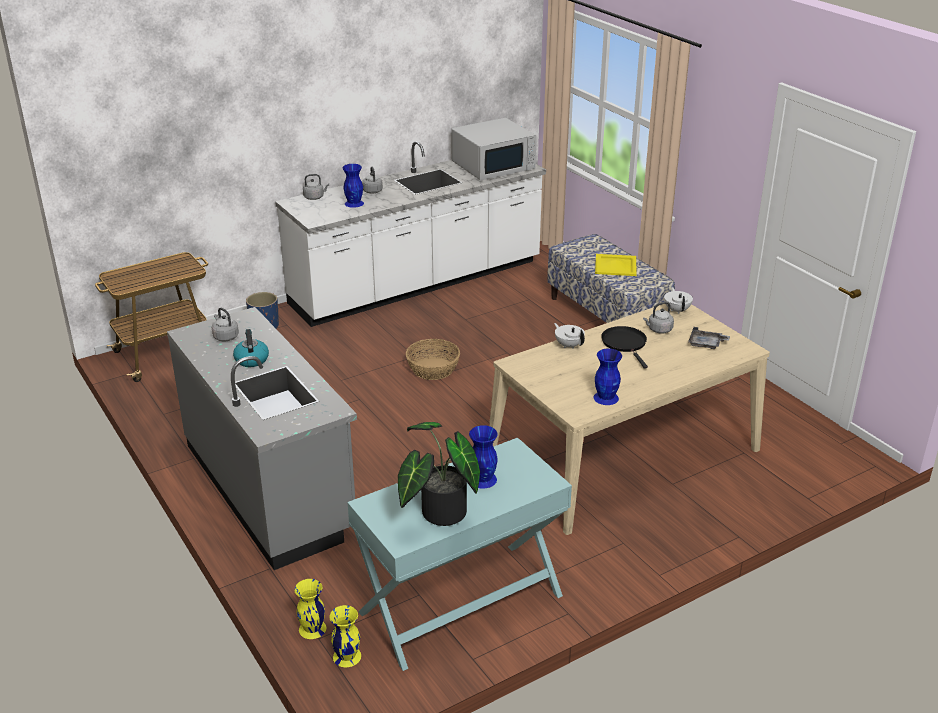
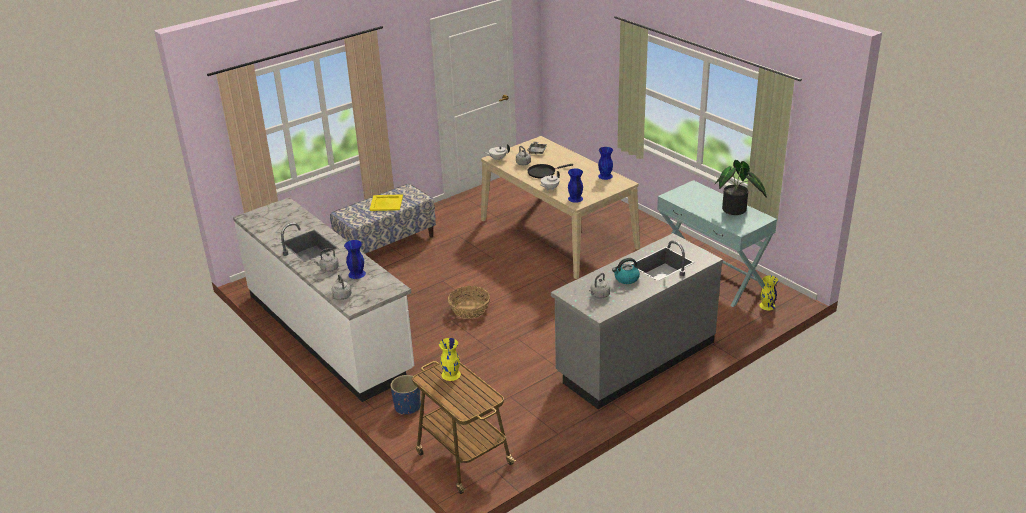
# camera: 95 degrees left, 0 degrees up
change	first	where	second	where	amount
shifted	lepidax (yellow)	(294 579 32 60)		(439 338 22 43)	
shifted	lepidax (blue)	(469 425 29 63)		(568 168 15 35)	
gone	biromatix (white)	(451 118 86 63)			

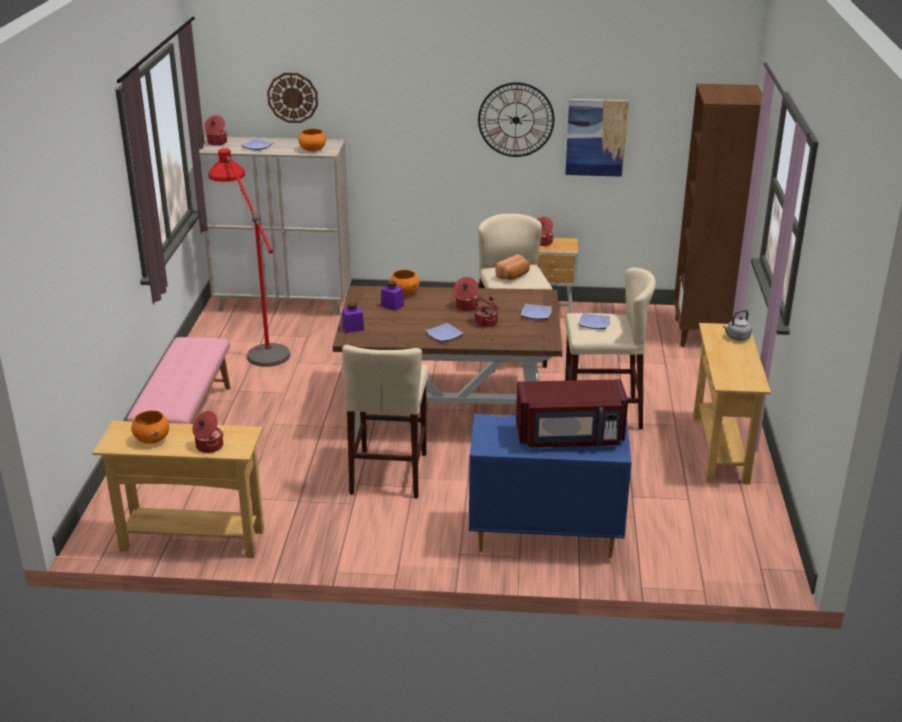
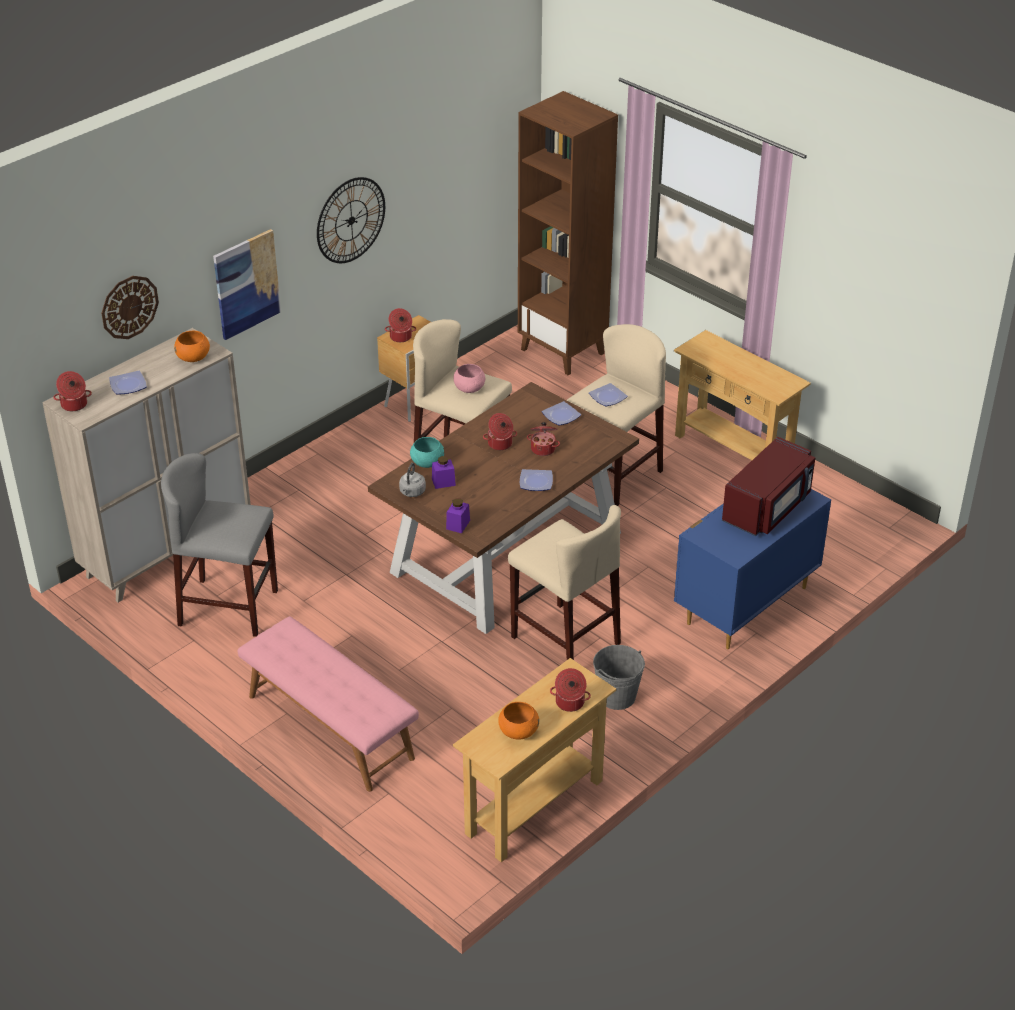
# camera: 50 degrees left, 10 degrees up
change	first	where	second	where	amount
swapped	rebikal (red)	(208 148 82 219)	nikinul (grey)	(161 453 117 184)	
shifted	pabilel	(565 99 64 78)		(213 229 68 111)	
shifted	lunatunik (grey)	(723 310 29 31)		(399 463 27 34)	
repainted	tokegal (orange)	(390 270 29 25)	tokegal (turquoise)	(410 437 34 31)	
swapped	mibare	(496 254 34 26)	tokegal (pink)	(453 364 32 29)	
new			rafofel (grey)	(593 645 52 65)	

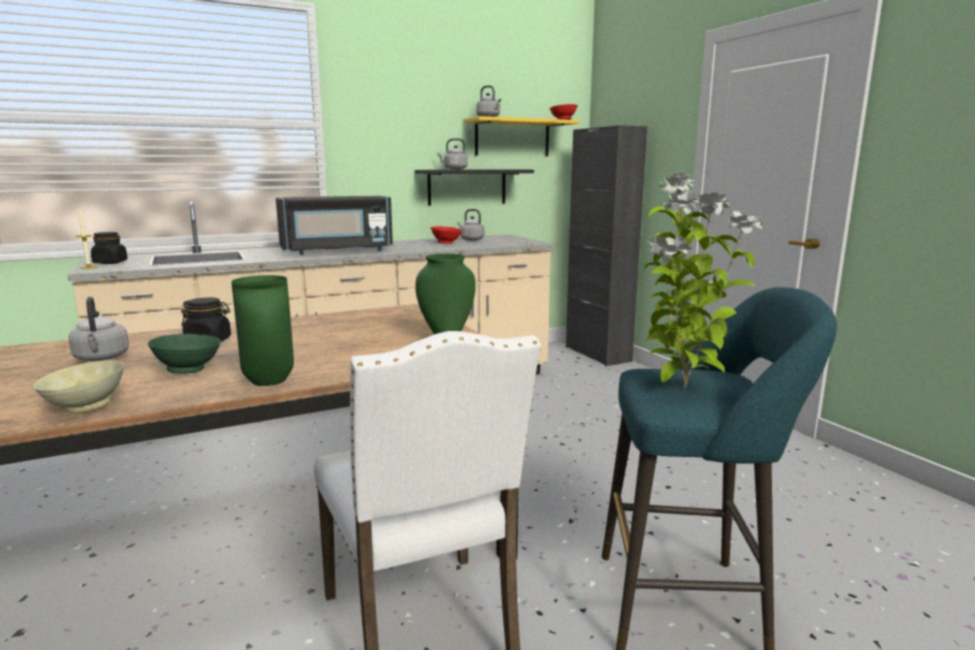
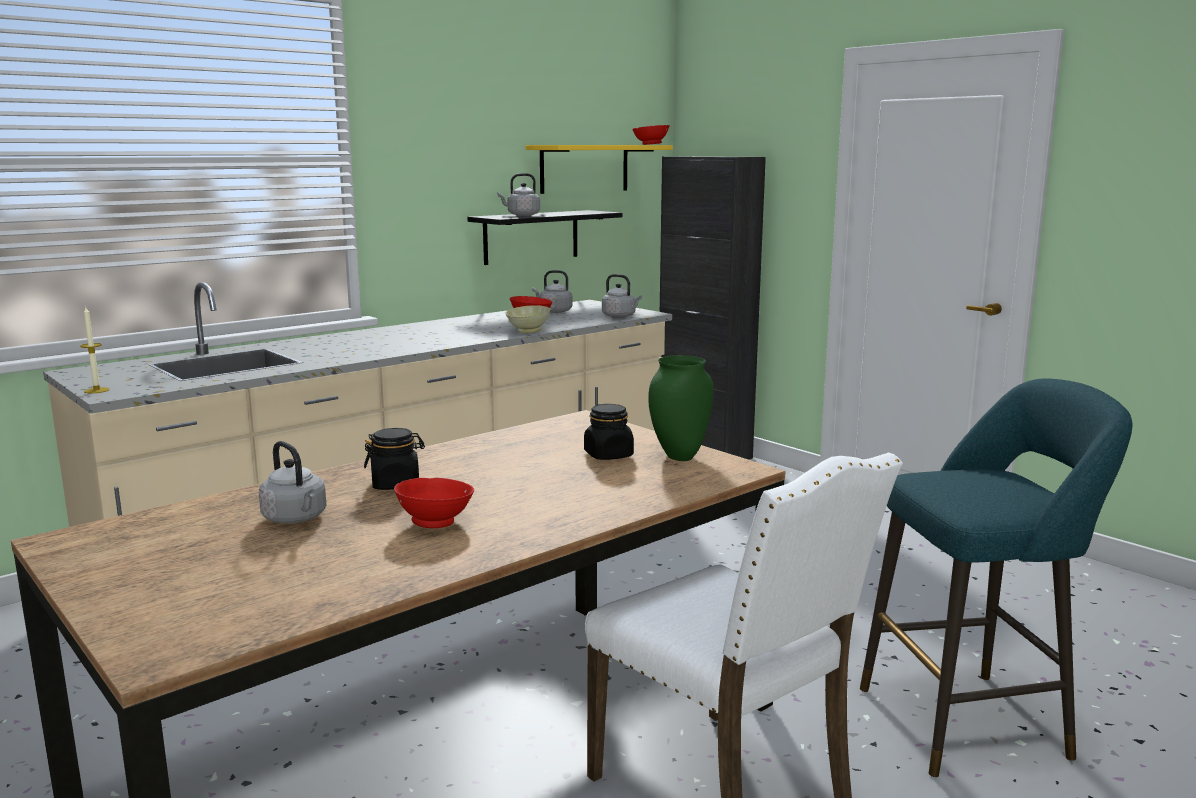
# camera: 15 degrees left, 0 degrees up
change	first	where	second	where	amount
repainted	tokegal (green)	(148 334 73 40)	tokegal (red)	(394 478 80 50)	
shifted	tokegal (beige)	(33 360 92 54)		(505 305 46 28)	
shifted	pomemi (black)	(91 232 37 32)		(584 404 50 56)	
shifted	lunatunik (grey)	(476 85 26 32)		(602 274 40 44)	
gone	lepidax (green)	(231 275 63 111)			
gone	biromatix (black)	(276 196 117 59)			
gone	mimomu	(644 173 119 215)			

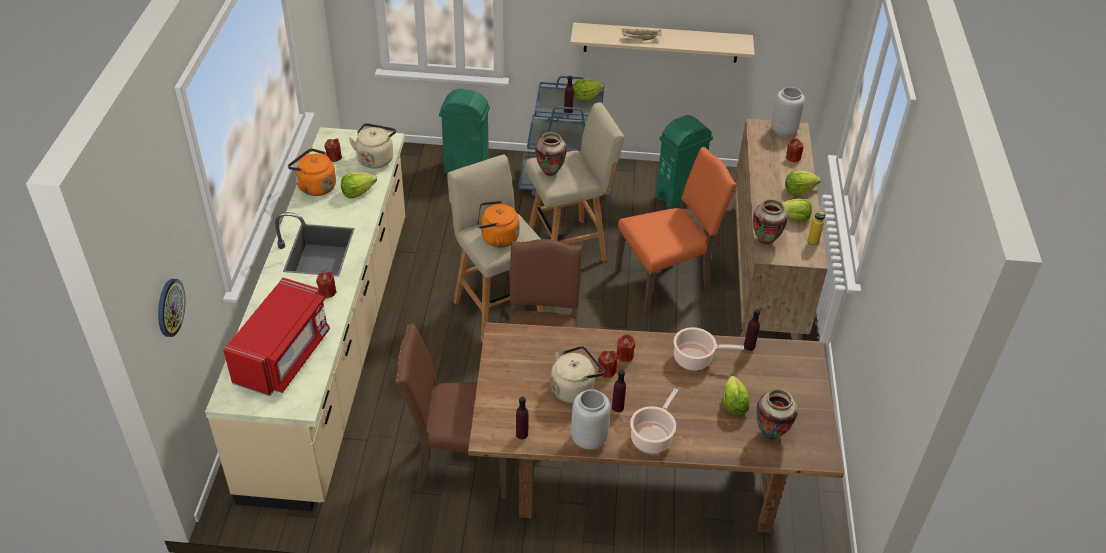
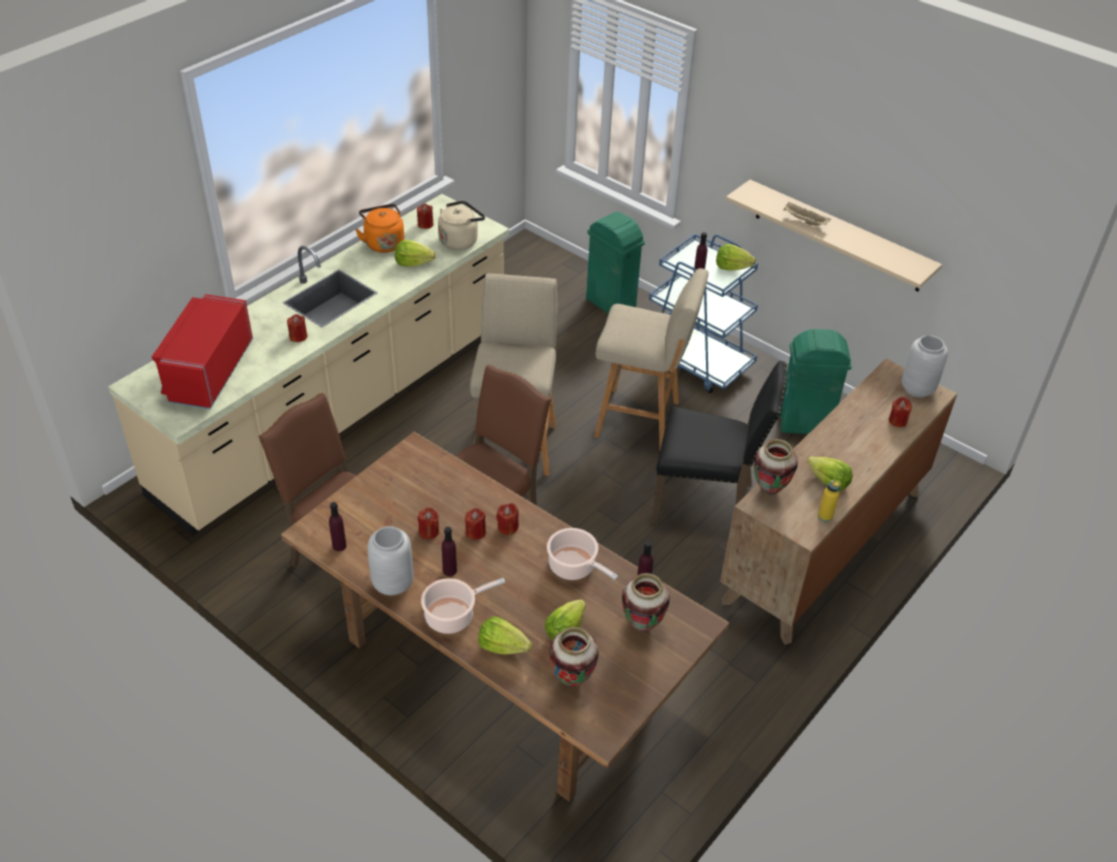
# camera: 35 degrees right, 0 degrees up
change	first	where	second	where	amount
rotated	biromatix (red)	(223 278 107 118)		(152 294 101 115)	135 degrees clockwise
swapped	lunatunik (beige)	(551 346 53 58)	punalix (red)	(418 507 21 32)	
shifted	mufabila	(785 171 36 24)		(478 616 54 38)	
shifted	lepidax	(535 132 32 44)		(622 573 48 59)	
repainted	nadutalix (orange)	(615 147 122 168)	nadutalix (black)	(652 361 135 163)	
gone	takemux	(158 279 27 58)			
gone	lunatunik (orange)	(477 201 43 46)			

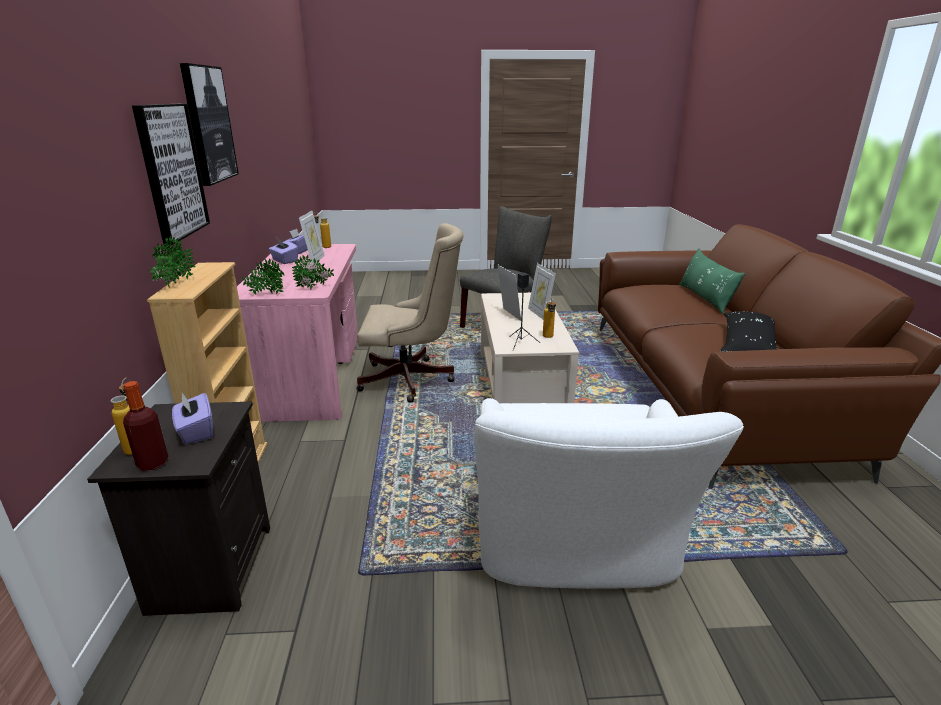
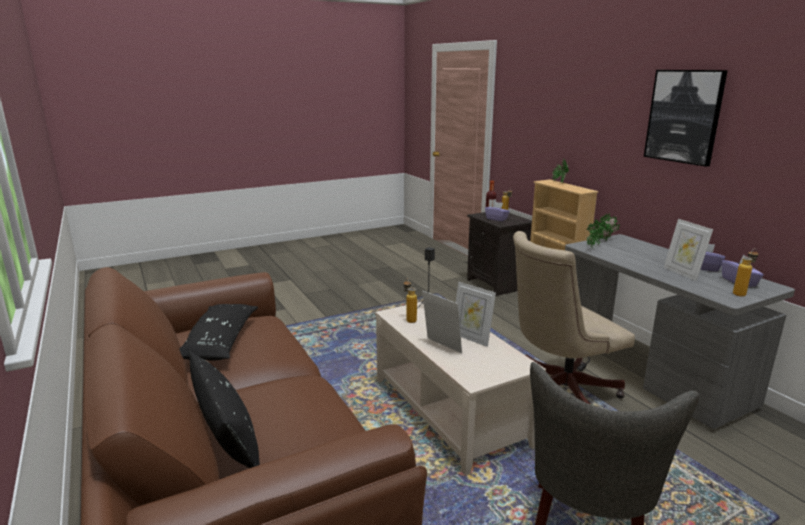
# camera: 155 degrees right, 5 degrees down
change	first	where	second	where	amount
repainted	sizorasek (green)	(679 248 66 66)	sizorasek (black)	(189 350 71 118)	
repainted	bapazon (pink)	(237 244 121 178)	bapazon (grey)	(565 234 230 195)	
gone	pabilel	(132 104 78 141)			
gone	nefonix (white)	(474 398 270 191)			

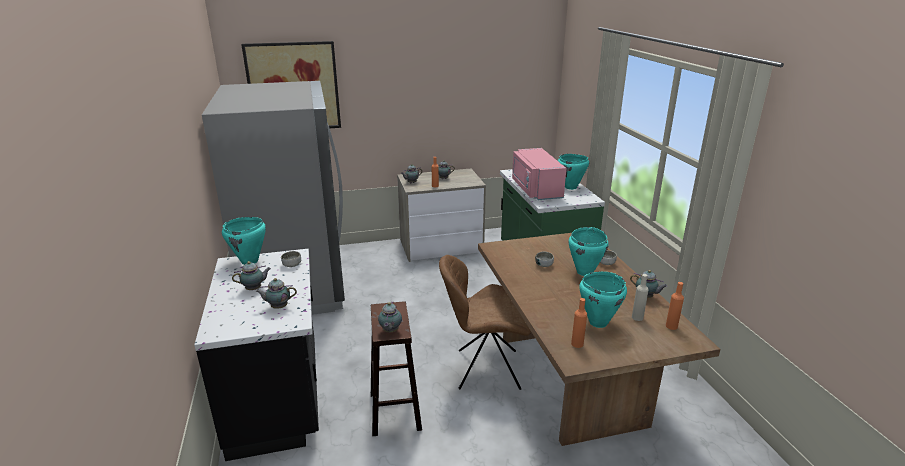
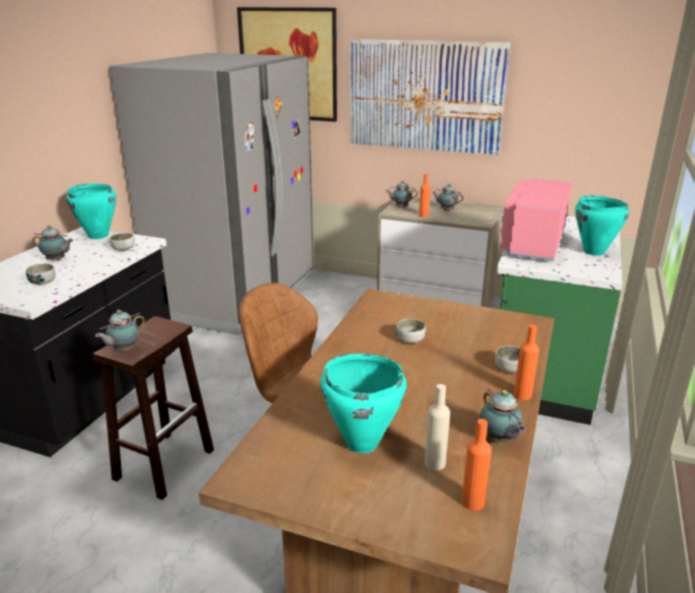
# camera: 35 degrees right, 0 degrees up
change	first	where	second	where	amount
swapped	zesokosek	(255 278 42 31)	tokegal	(26 264 30 21)	
new			pabilel	(350 39 160 116)	
shifted	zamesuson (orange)	(571 298 16 50)		(514 325 25 75)	
gone	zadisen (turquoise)	(569 227 40 49)			

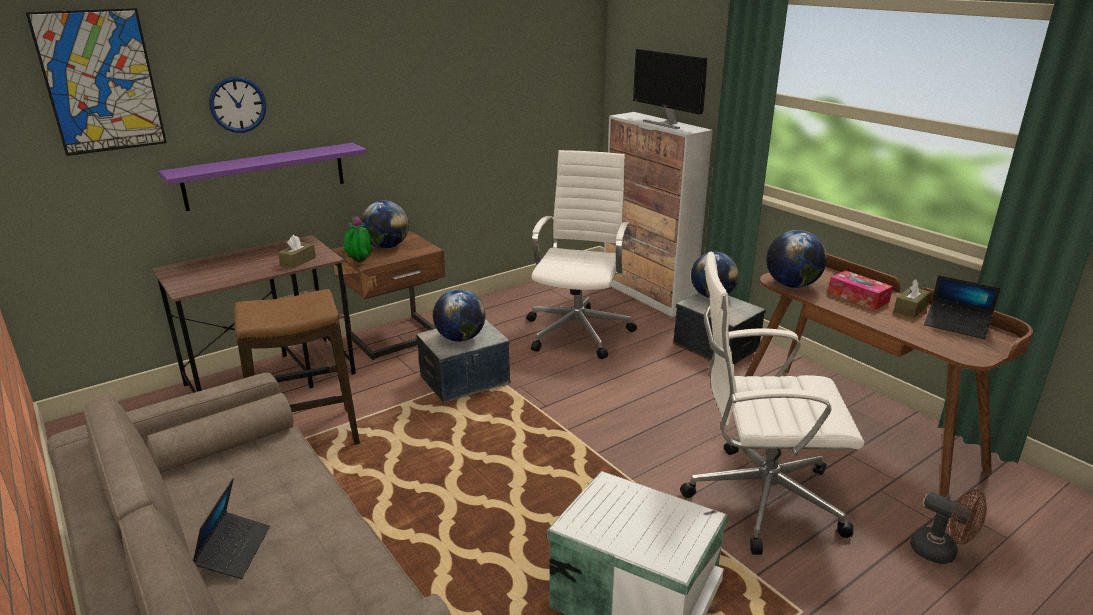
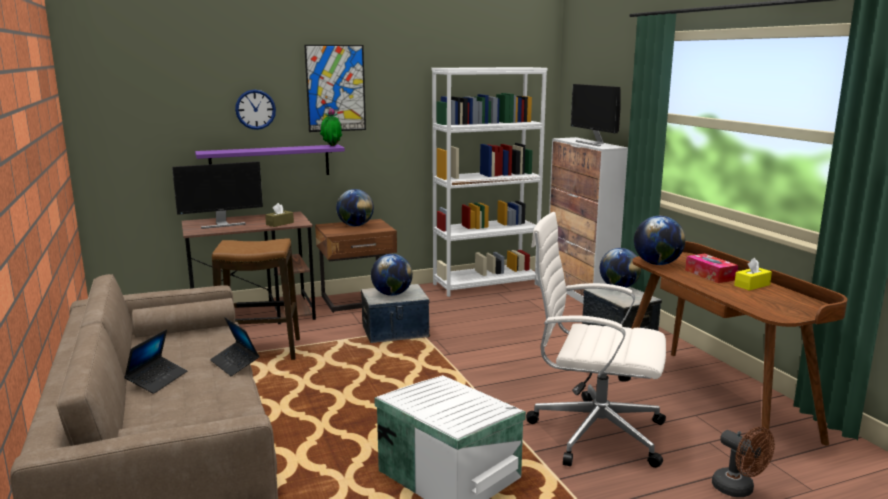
# camera: 15 degrees right, 10 degrees down
change	first	where	second	where	amount
new			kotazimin	(172 161 91 68)	
shifted	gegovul	(924 275 76 64)		(210 317 49 59)	
shifted	pabilel	(26 8 141 148)		(304 45 62 87)	
shifted	mimomu	(343 216 29 47)		(320 108 22 38)	
new			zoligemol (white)	(432 67 116 230)	
repainted	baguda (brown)	(894 279 37 39)	baguda (yellow)	(734 258 38 33)	
gone	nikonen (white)	(526 150 111 209)			

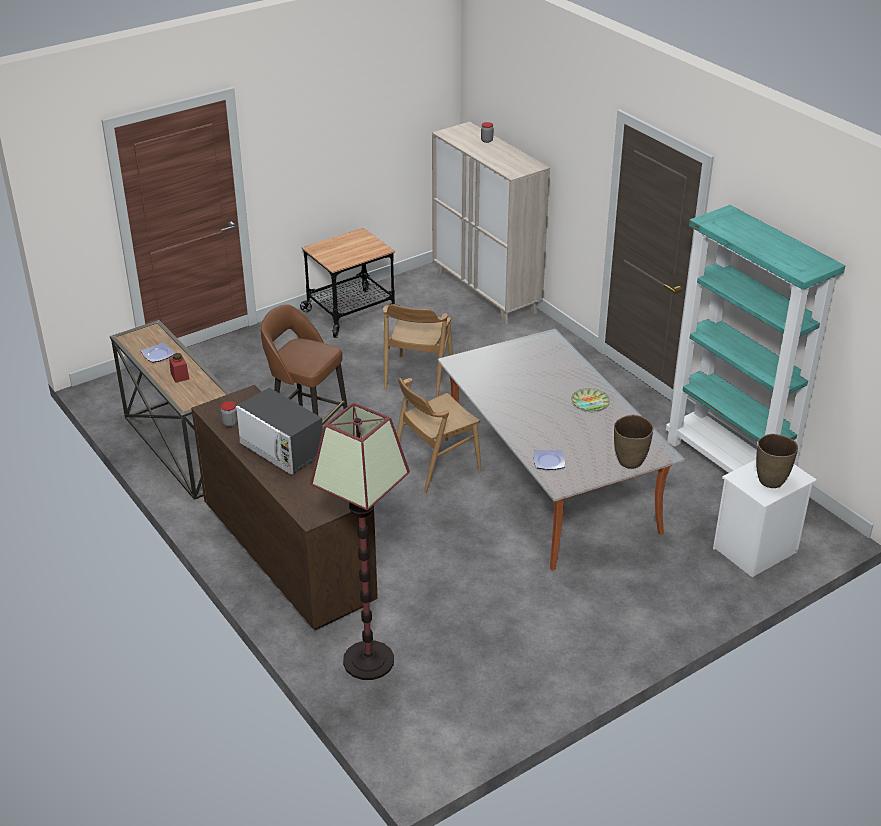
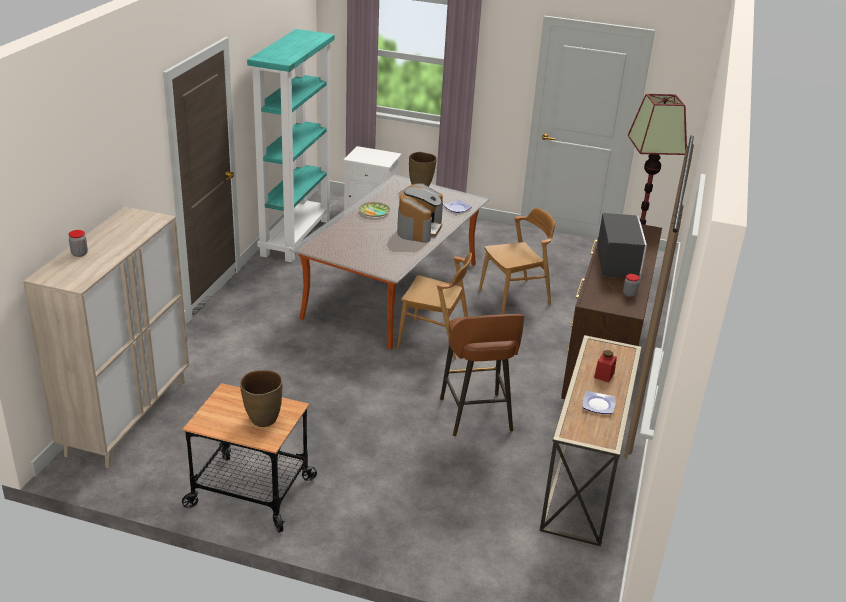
# camera: 130 degrees left, 5 degrees down
change	first	where	second	where	amount
shifted	lepidax (brown)	(756 434 42 54)		(240 370 42 57)	
new			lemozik	(397 183 46 60)	
shifted	nadutalix (brown)	(383 304 70 93)		(479 208 76 106)	

